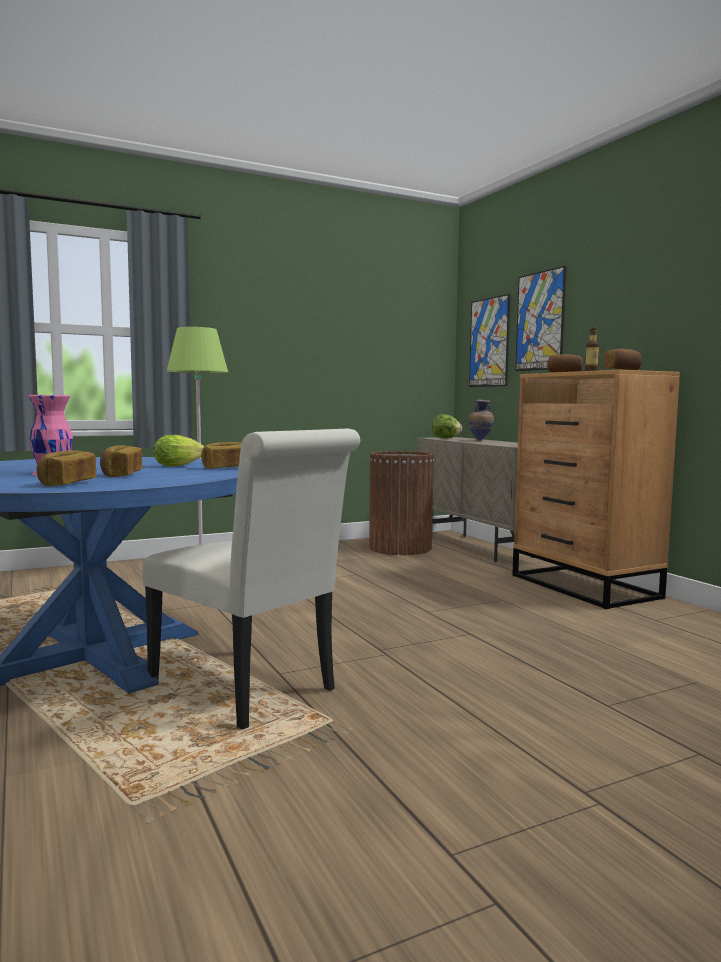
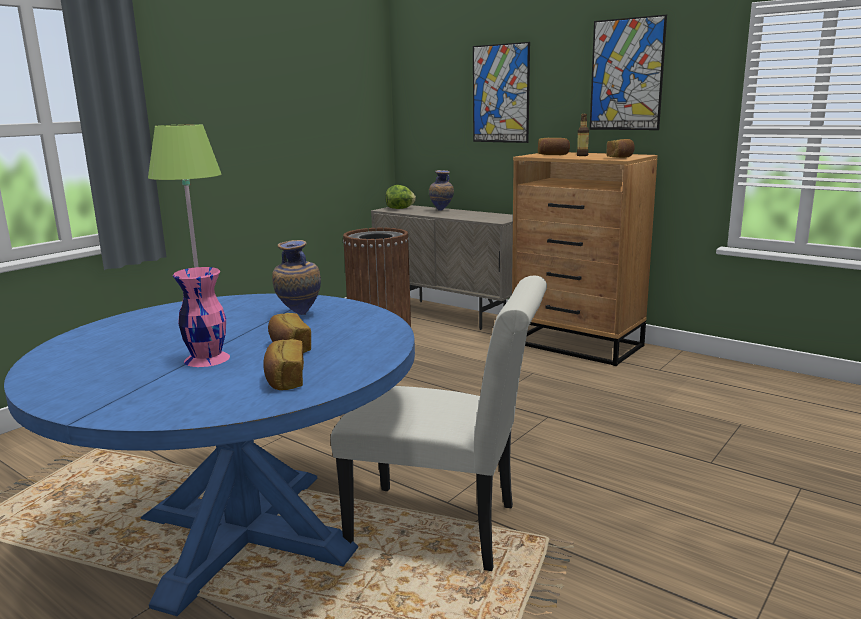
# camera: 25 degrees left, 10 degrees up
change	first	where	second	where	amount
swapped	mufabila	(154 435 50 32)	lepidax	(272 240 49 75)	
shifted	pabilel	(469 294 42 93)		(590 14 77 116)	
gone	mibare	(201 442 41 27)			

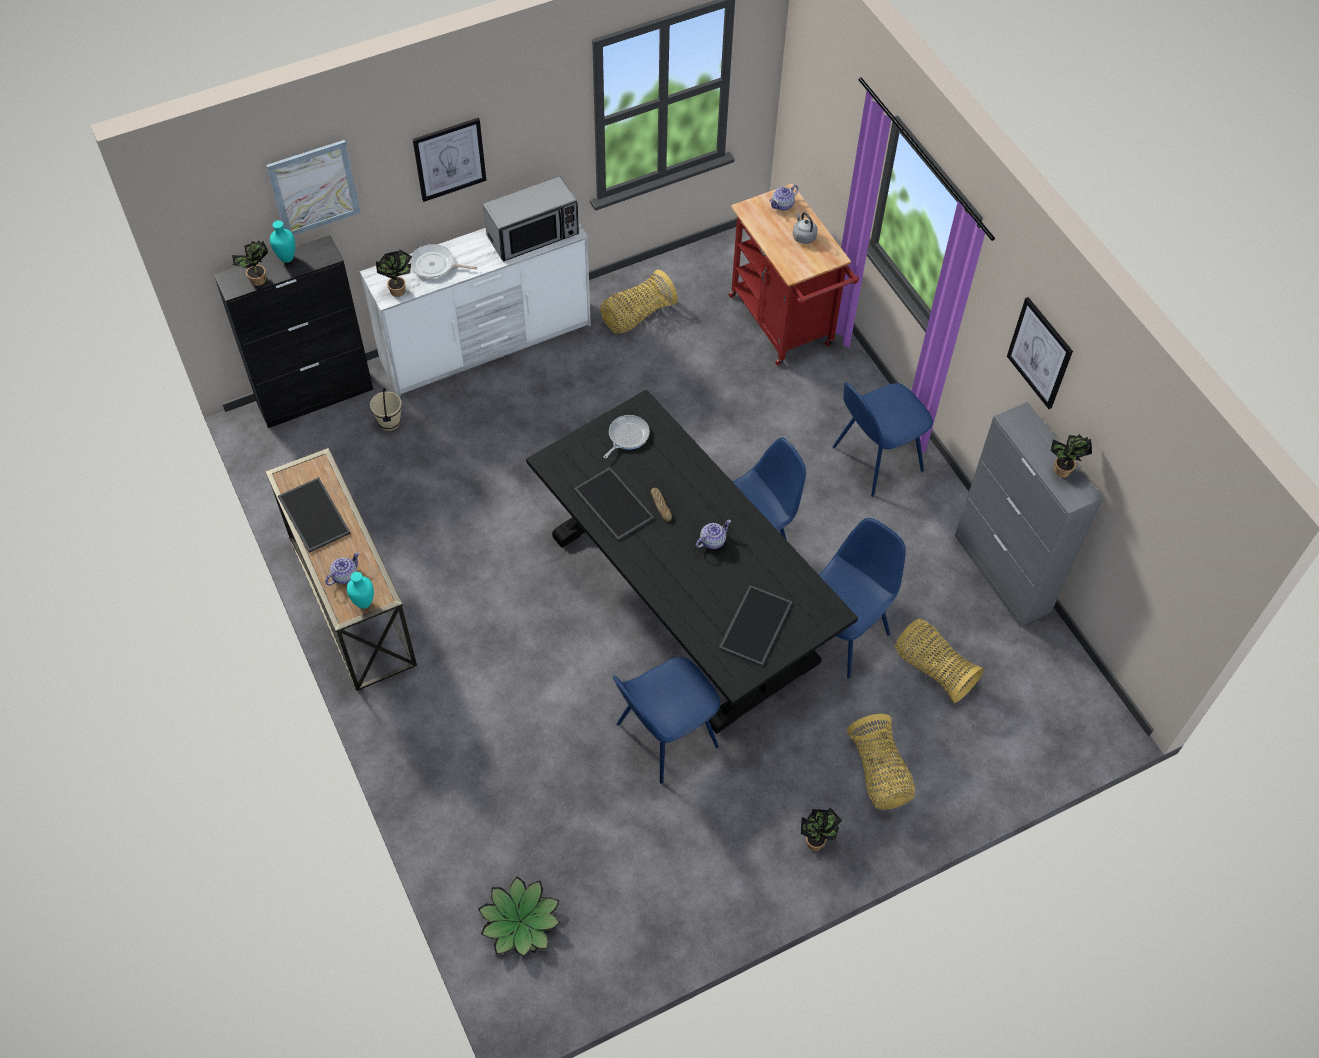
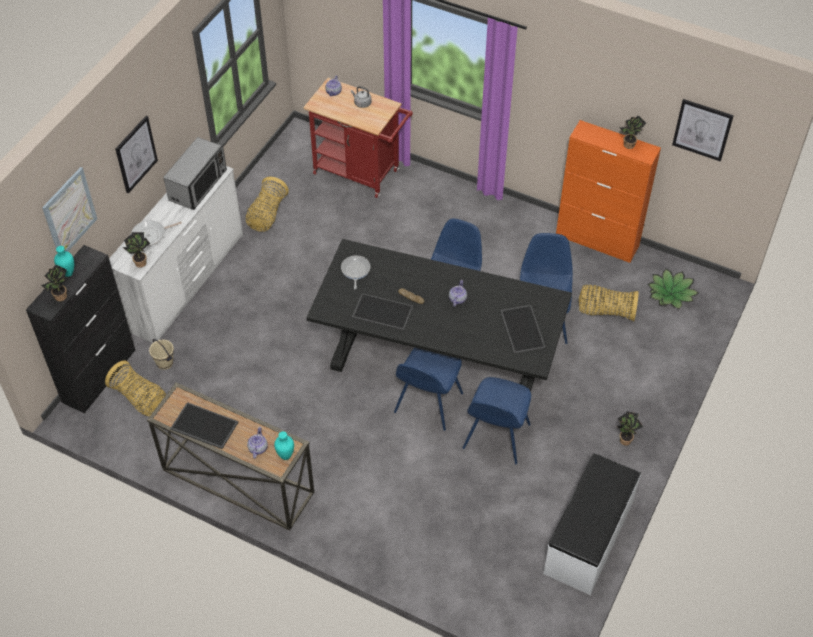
# camera: 35 degrees left, 5 degrees down
change	first	where	second	where	amount
shifted	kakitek	(847 714 68 96)		(105 361 61 56)	
shifted	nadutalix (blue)	(833 382 100 115)		(394 348 69 83)	
new			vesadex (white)	(543 453 98 142)	
repainted	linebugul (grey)	(955 402 148 225)	linebugul (orange)	(556 120 105 143)	
shifted	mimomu	(478 876 82 81)		(648 268 50 41)	
shifted	pabilel	(1007 297 66 112)		(672 99 62 63)	

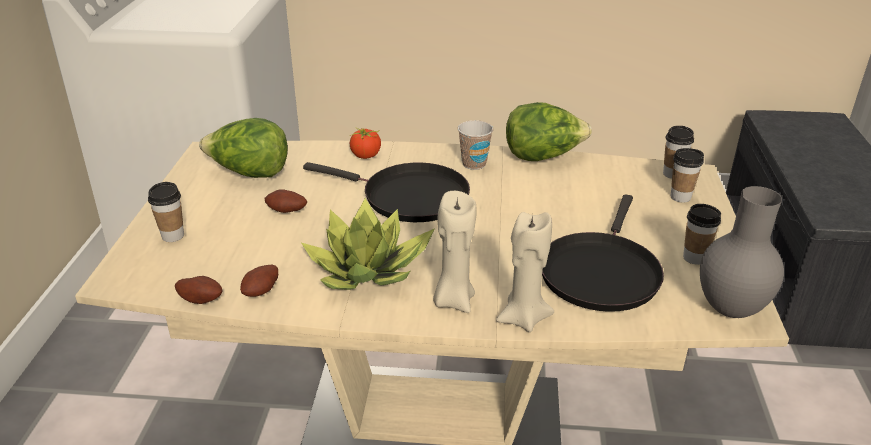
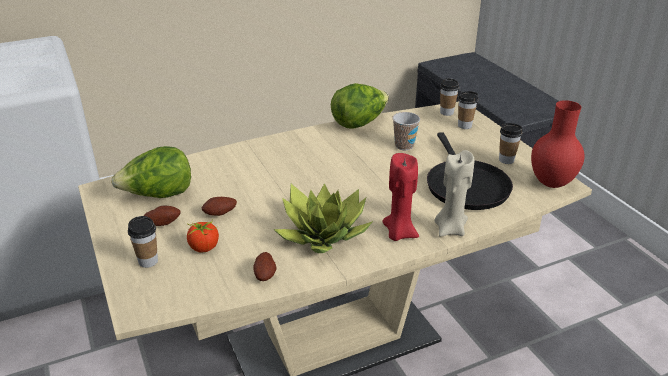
# camera: 30 degrees left, 0 degrees up
change	first	where	second	where	amount
shifted	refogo	(175 276 47 28)		(144 206 36 20)	
shifted	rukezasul	(350 128 31 31)		(187 222 32 31)	
repainted	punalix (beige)	(433 191 43 122)	punalix (red)	(382 153 37 88)	
shifted	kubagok	(458 120 35 50)		(392 112 28 38)	
repainted	lepidax (grey)	(700 186 84 132)	lepidax (red)	(531 100 54 88)	
gone	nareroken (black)	(303 162 167 60)			

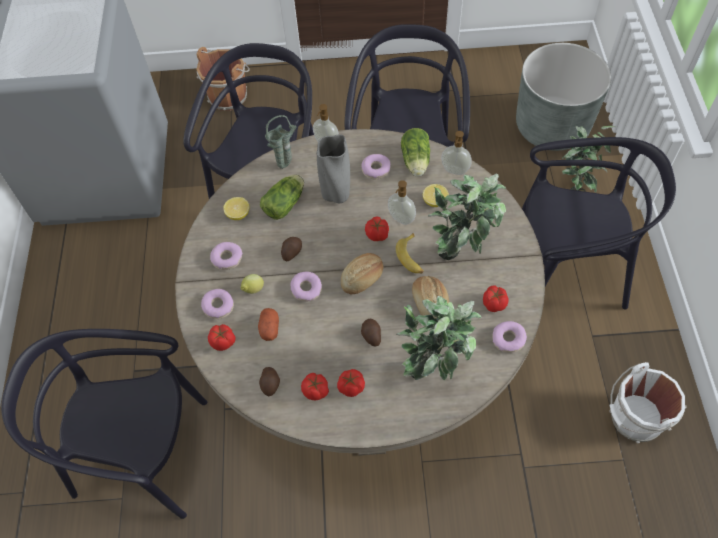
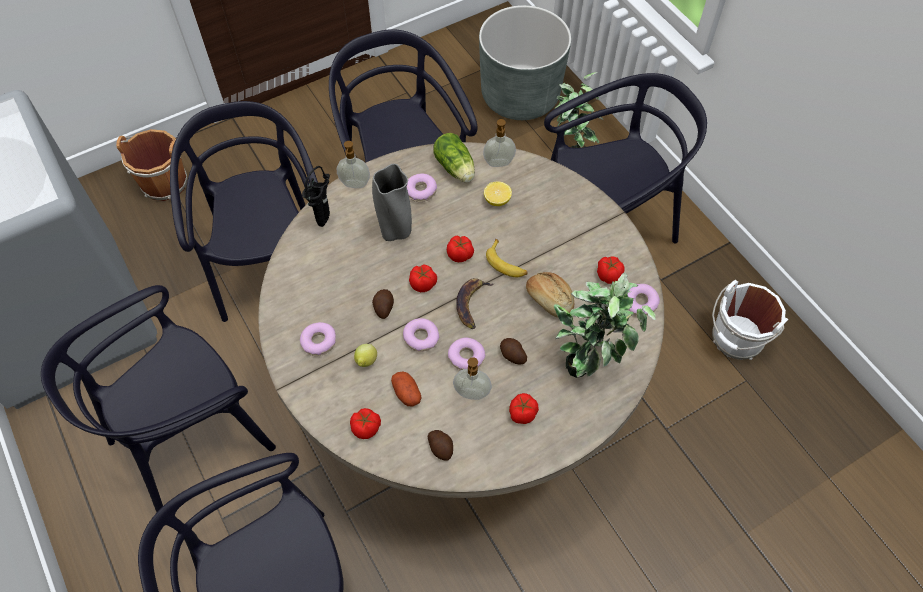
# camera: 30 degrees left, 0 degrees up
change	first	where	second	where	amount
new			nadutalix (black)	(41 285 235 227)	
repainted	lepidax (green)	(265 115 32 54)	lepidax (black)	(302 166 28 61)	
shifted	rukezasul	(301 373 28 27)		(409 264 28 28)	
shifted	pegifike	(201 289 33 30)		(448 338 37 33)	
shifted	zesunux	(388 180 28 45)		(453 357 39 43)	
swapped	mibare	(341 253 42 41)	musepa	(456 278 39 51)	
gone	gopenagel	(223 197 26 23)			
gone	mufabila	(260 174 44 46)			
gone	mimomu	(428 174 79 86)			

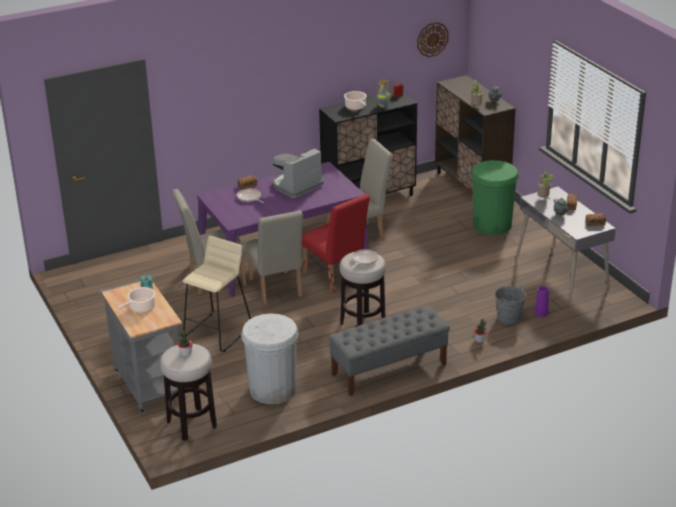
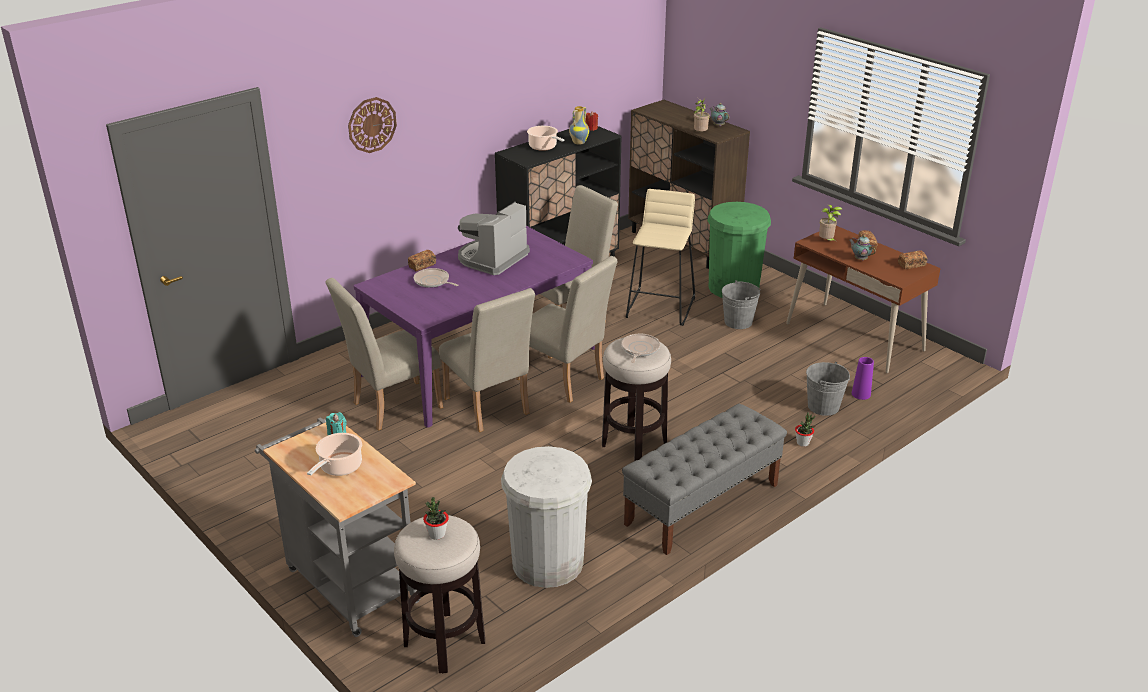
# camera: 15 degrees left, 0 degrees up
change	first	where	second	where	amount
shifted	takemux	(417 22 32 35)		(348 97 49 56)	
repainted	nadutalix (red)	(302 194 68 99)	nadutalix (beige)	(516 256 102 147)	
shifted	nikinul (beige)	(182 236 69 116)		(626 189 69 137)	
new			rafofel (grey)	(722 280 39 49)	
repainted	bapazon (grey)	(516 187 100 114)	bapazon (brown)	(786 226 155 147)	

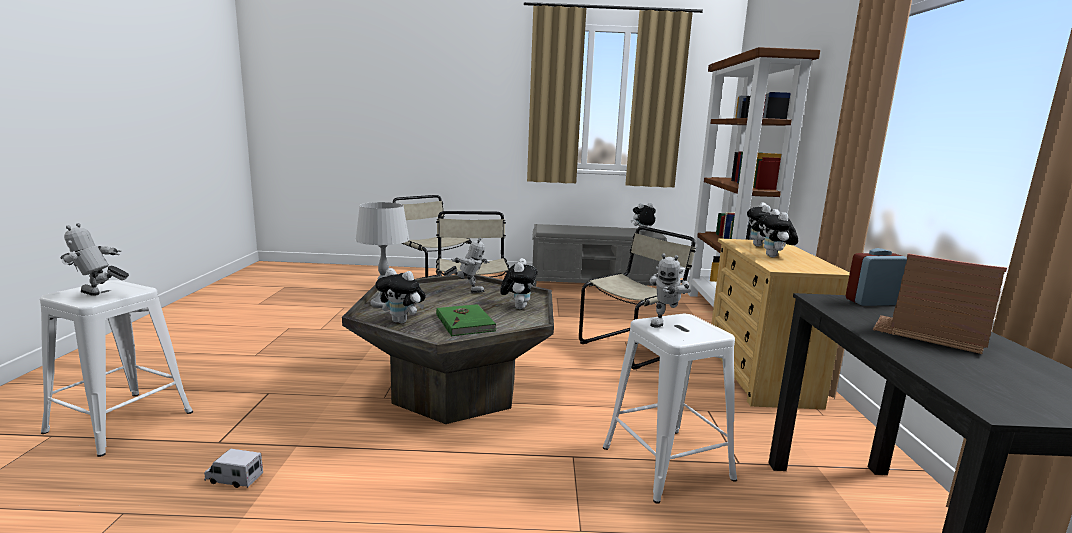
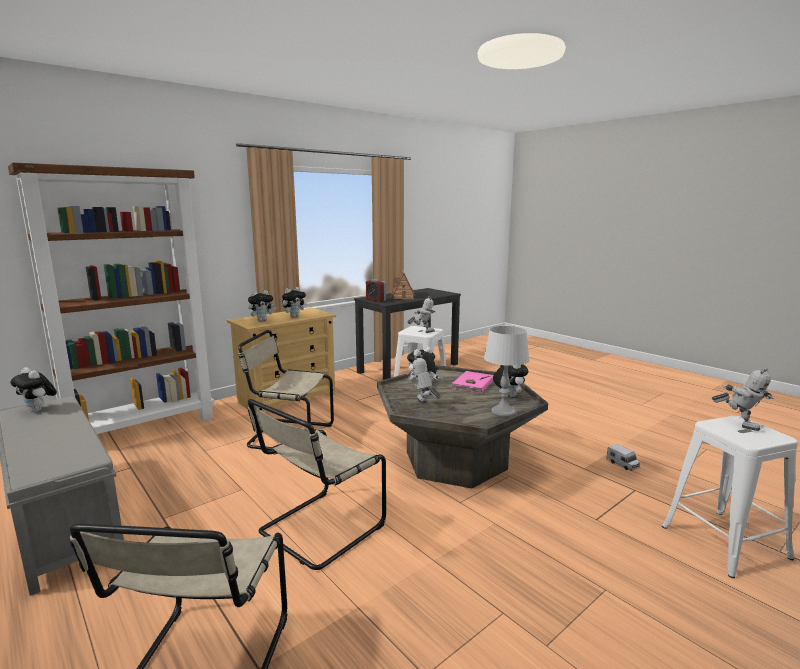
# camera: 130 degrees left, 0 degrees up
change	first	where	second	where	amount
repainted	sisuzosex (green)	(436 304 61 32)	sisuzosex (pink)	(449 371 45 22)	

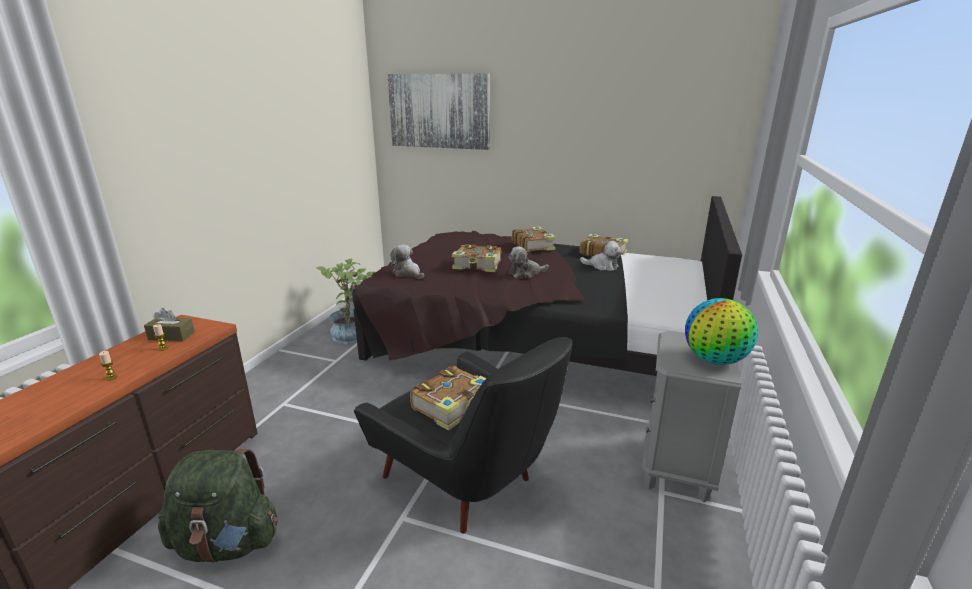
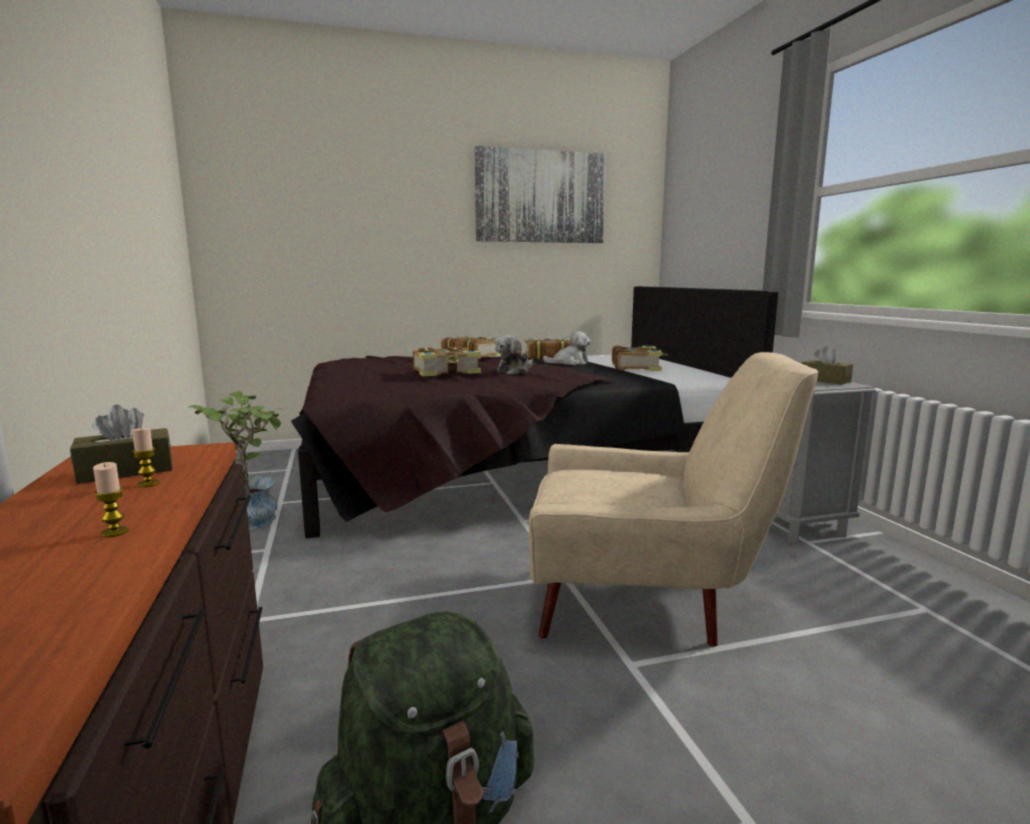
# camera: 35 degrees left, 10 degrees down
change	first	where	second	where	amount
shifted	pabilel	(388 74 102 76)		(475 146 131 97)	
repainted	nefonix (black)	(354 337 219 196)	nefonix (beige)	(529 352 289 295)	
shifted	sisuzosex	(410 366 76 65)		(612 345 56 26)	
swapped	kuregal	(685 298 73 67)	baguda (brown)	(801 345 52 40)	
gone	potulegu	(390 245 34 34)			

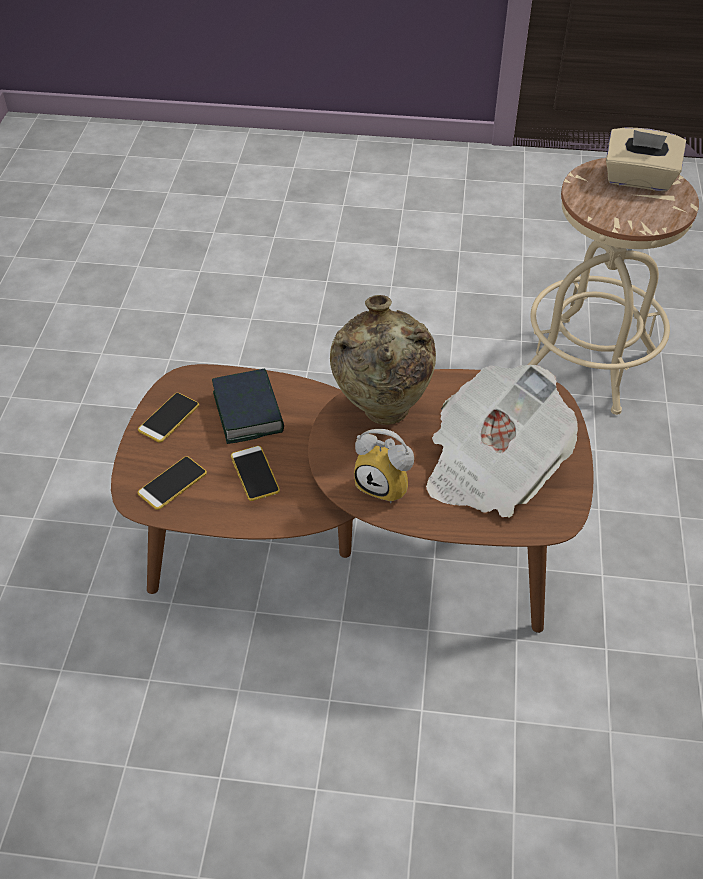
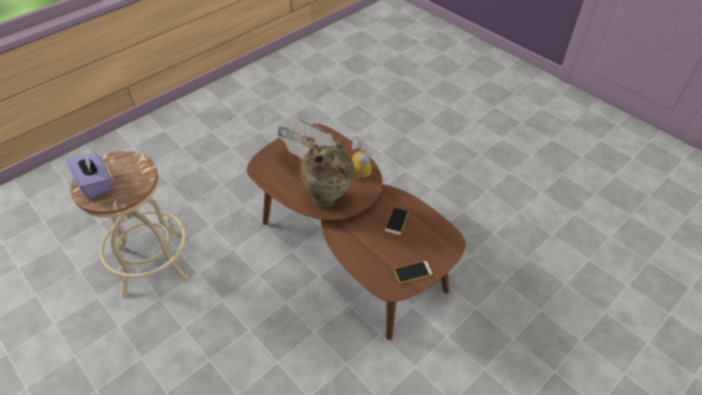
# camera: 140 degrees left, 0 degrees up
change	first	where	second	where	amount
repainted	baguda (beige)	(606 127 80 64)	baguda (purple)	(66 150 46 49)	
gone	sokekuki	(138 456 69 54)			
gone	sisuzosex	(212 368 72 76)			

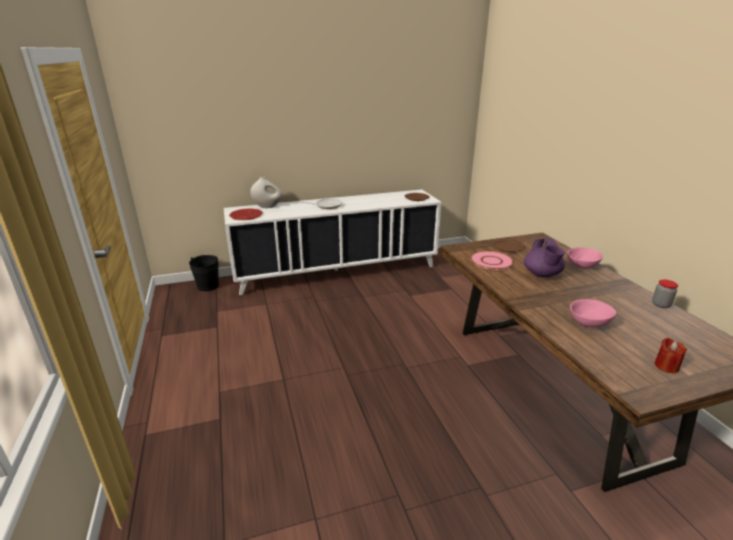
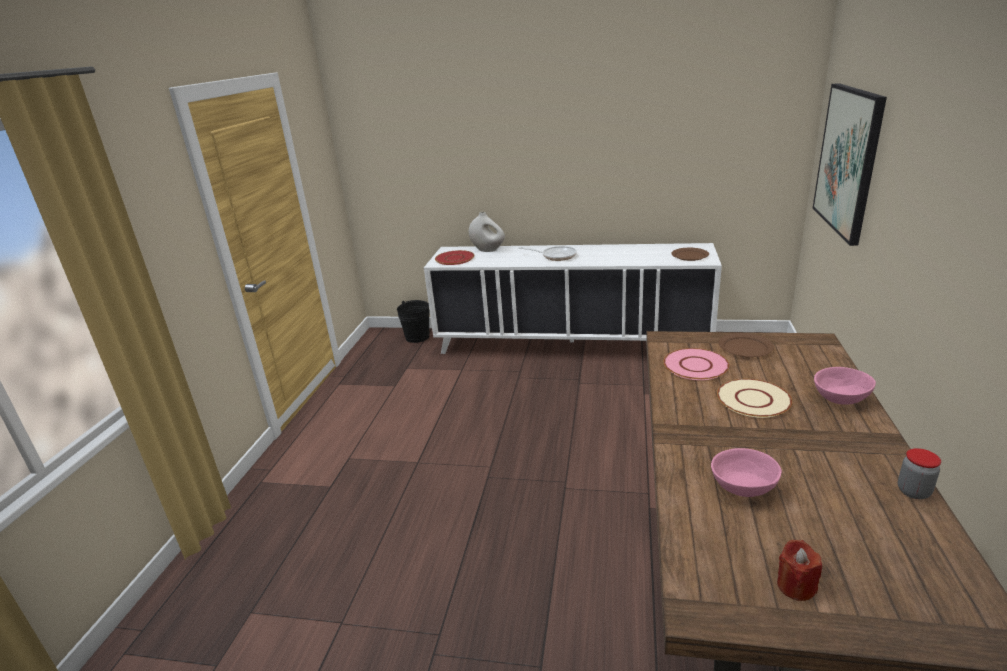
# camera: 30 degrees right, 0 degrees up
change	first	where	second	where	amount
swapped	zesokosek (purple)	(524 238 41 40)	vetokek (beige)	(717 379 75 39)	
new			pabilel	(813 83 74 163)	

